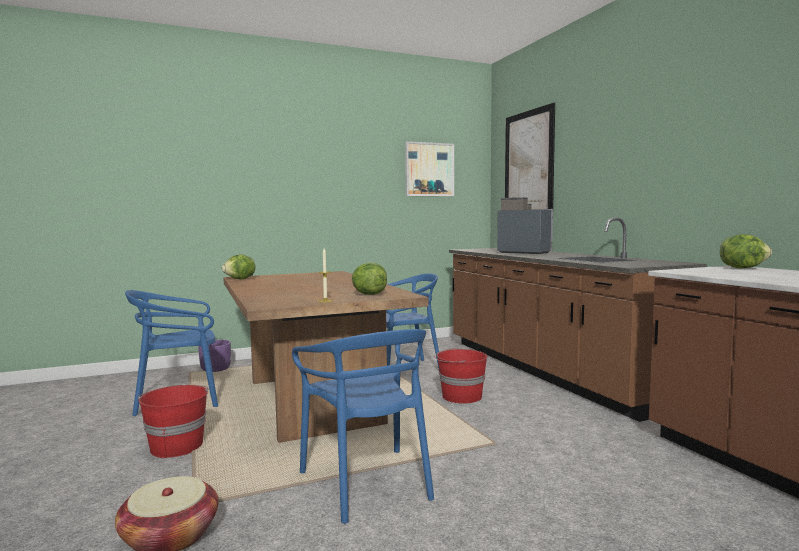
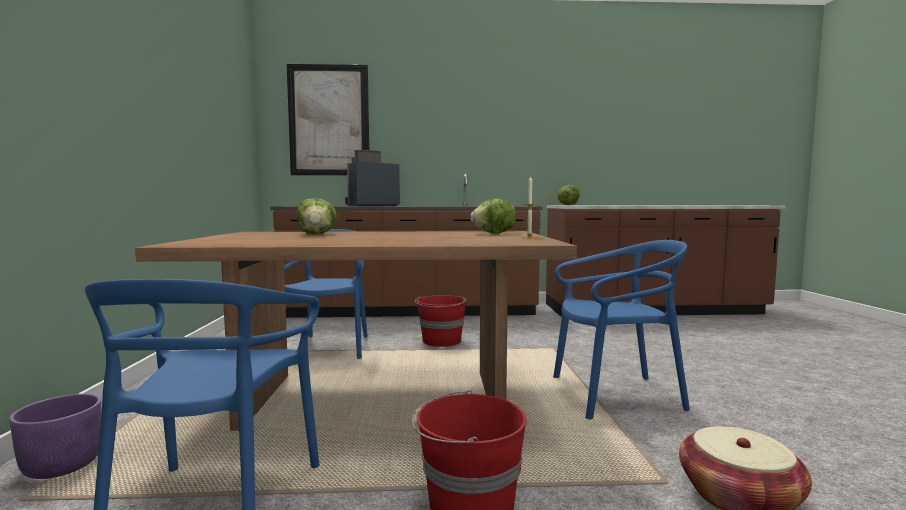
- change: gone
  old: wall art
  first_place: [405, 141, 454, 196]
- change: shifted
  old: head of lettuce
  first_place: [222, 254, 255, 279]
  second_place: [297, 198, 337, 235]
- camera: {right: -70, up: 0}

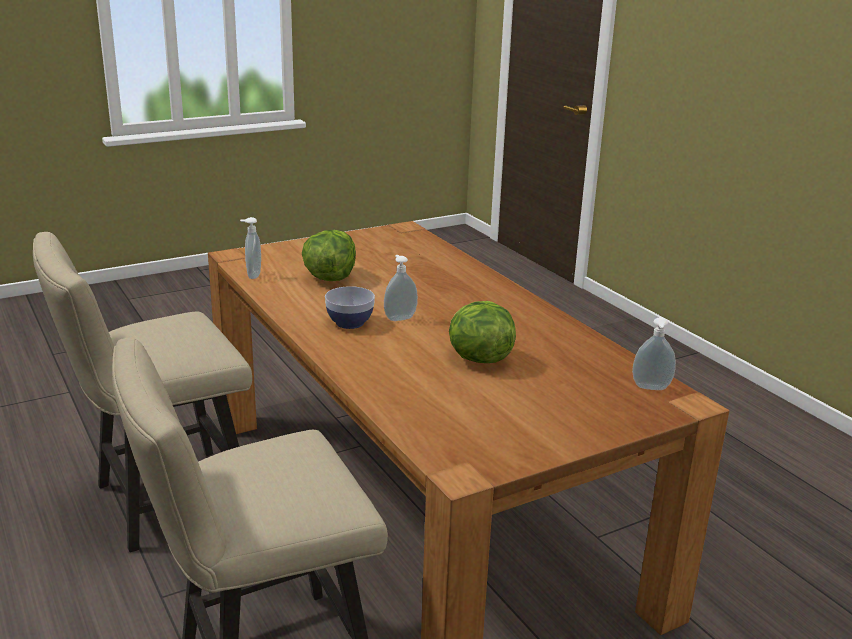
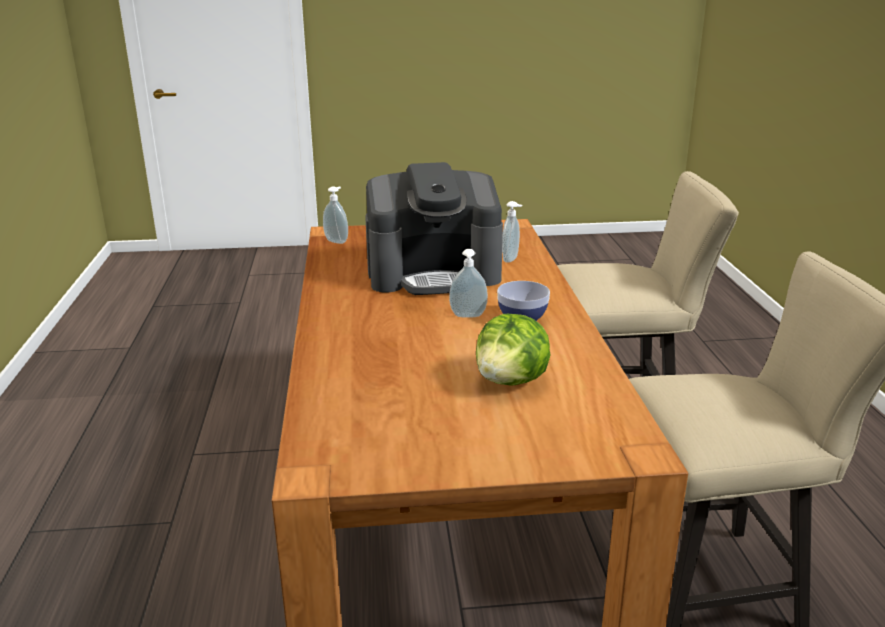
- change: shifted
  old: soap bottle
  first_place: [240, 217, 261, 279]
  second_place: [502, 201, 523, 263]
- change: swapped
  old: head of lettuce
  new: coffee machine
  first_place: [449, 301, 516, 363]
  second_place: [365, 162, 503, 295]
- camera: {right: -155, up: 0}

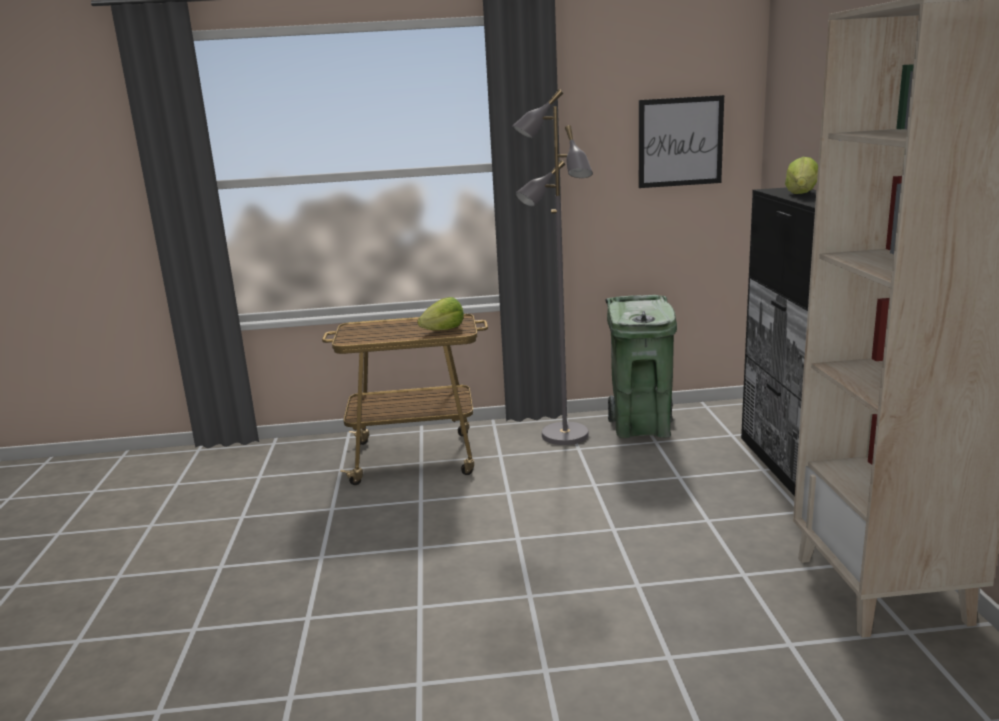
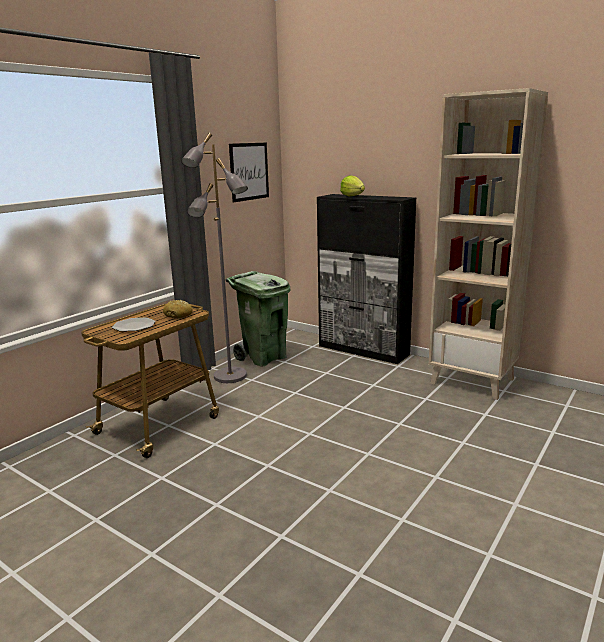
- change: swapped
  old: head of lettuce
  new: baked bread
  first_place: [417, 297, 464, 330]
  second_place: [163, 300, 193, 318]
- change: new
  new: dinner plate
  second_place: [112, 318, 156, 332]
- camera: {right: -50, up: 0}

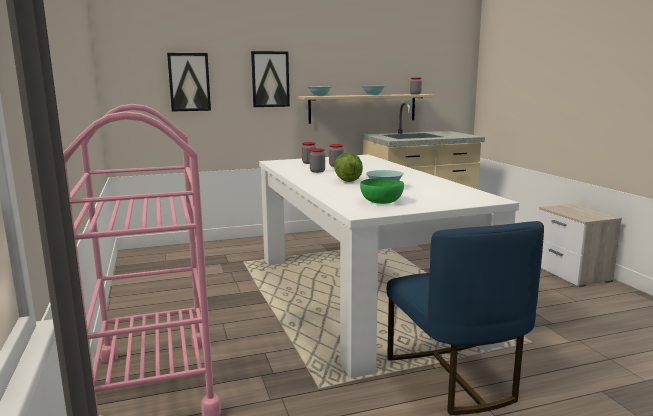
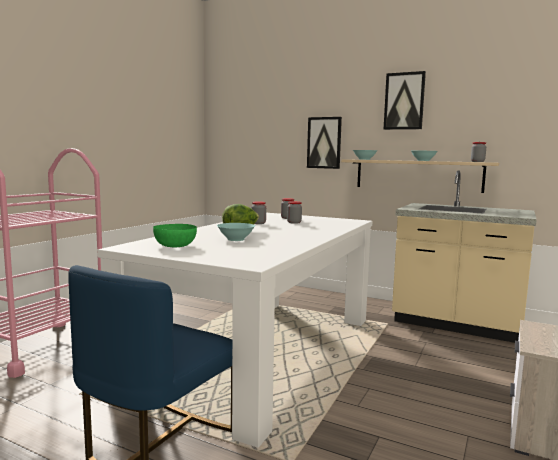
- change: shifted
  old: wall art
  first_place: [167, 53, 211, 112]
  second_place: [384, 71, 426, 130]
- camera: {right: 45, up: -5}

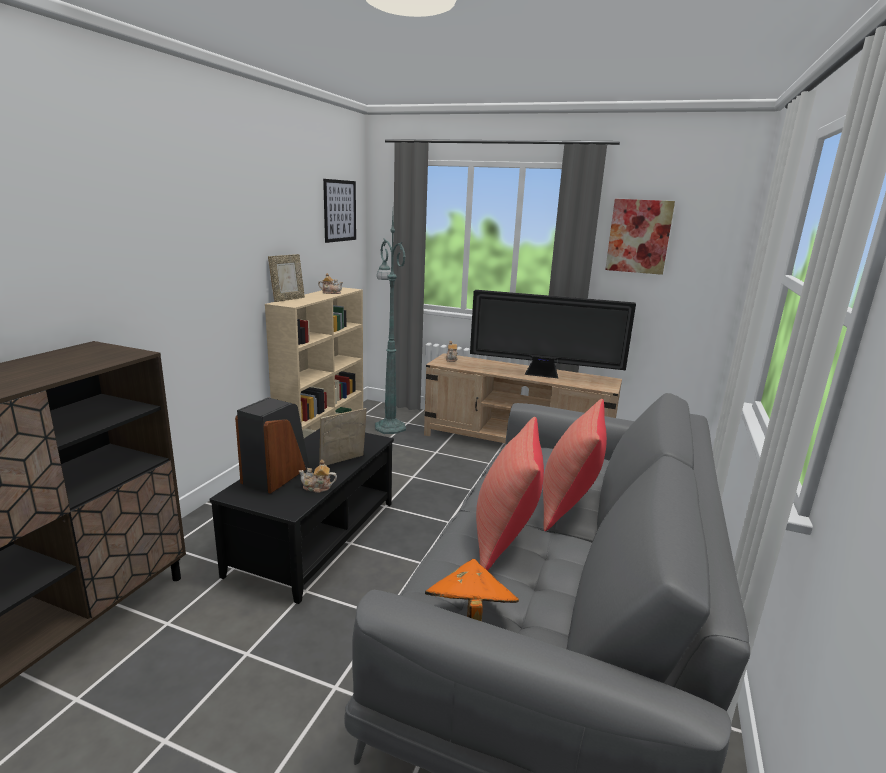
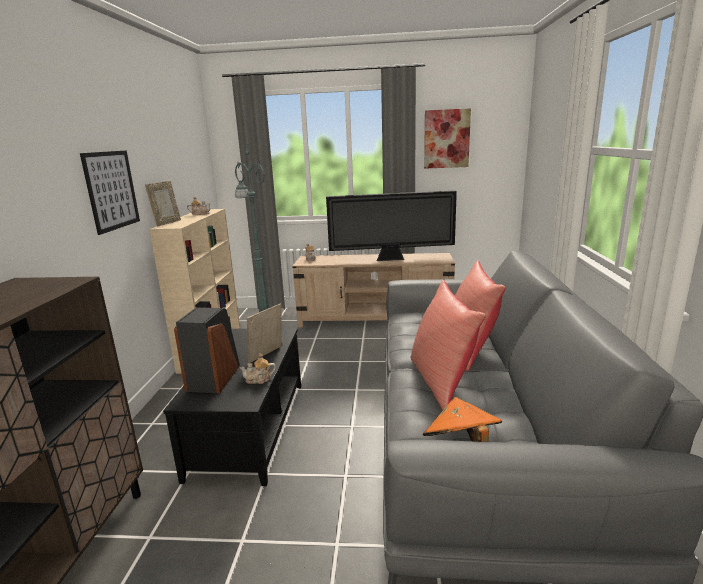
- change: shifted
  old: wall art
  first_place: [323, 179, 356, 243]
  second_place: [80, 150, 140, 235]
- camera: {right: -15, up: 0}

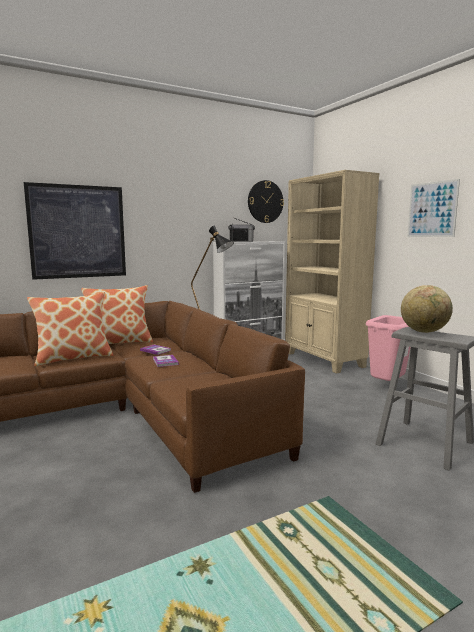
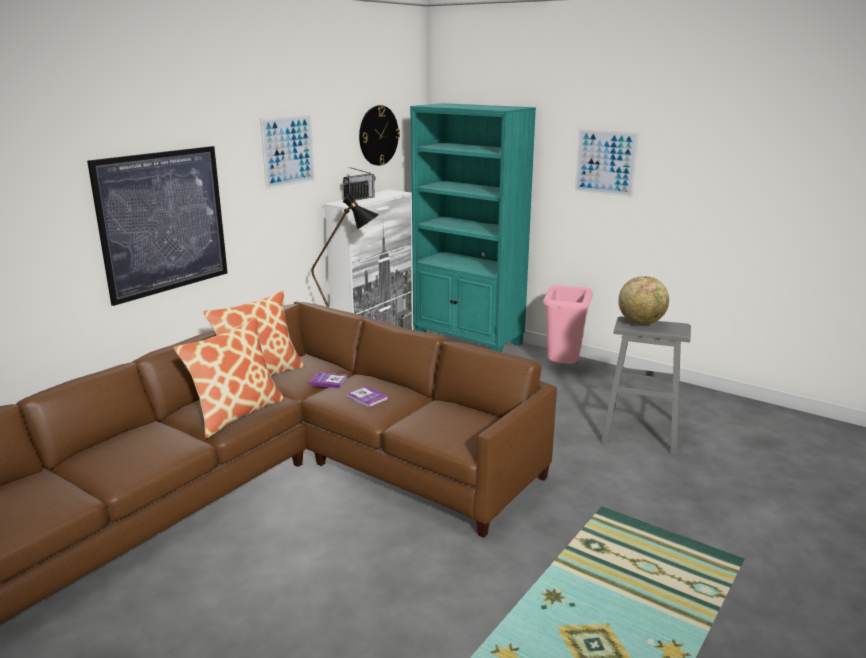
- change: repainted
  old: shelving unit in beige
  new: shelving unit in blue-green
  first_place: [285, 170, 380, 374]
  second_place: [410, 103, 536, 352]
- change: new
  new: wall art
  second_place: [260, 114, 315, 189]
- camera: {right: -25, up: 10}

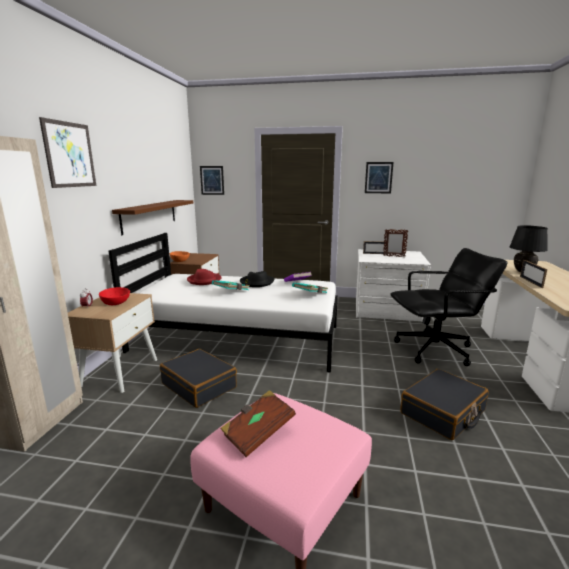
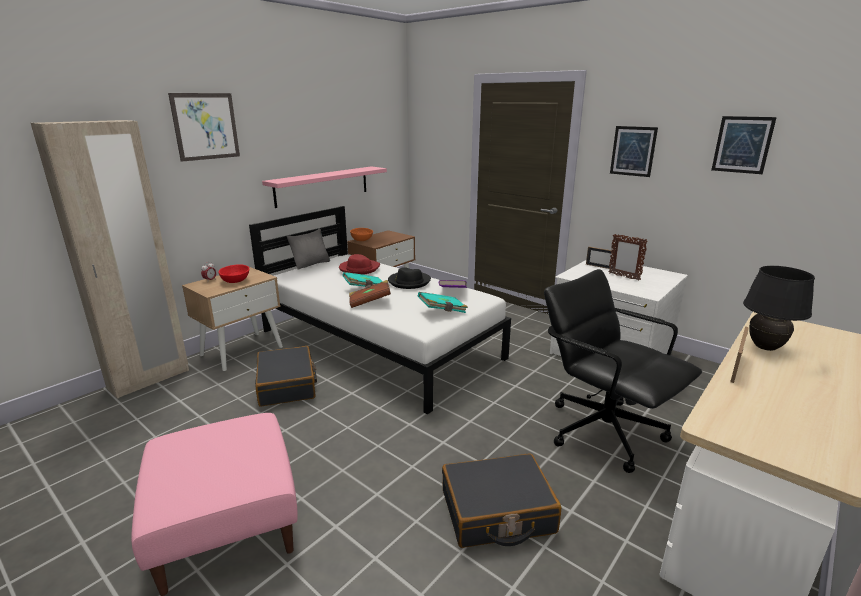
- change: shifted
  old: wall art
  first_place: [200, 166, 224, 195]
  second_place: [711, 116, 777, 174]
- change: repainted
  old: shelf in brownish
  new: shelf in pinkish
  first_place: [112, 200, 193, 235]
  second_place: [262, 166, 387, 208]
- change: rotated
  old: office chair in black-coloured
  first_place: [391, 248, 508, 366]
  second_place: [544, 269, 702, 473]
  degrees: -150
- change: shifted
  old: bound book in brownish
  first_place: [221, 390, 296, 457]
  second_place: [349, 280, 391, 308]
- change: new
  new: throw pillow in grey
  second_place: [287, 228, 330, 270]
- camera: {right: 30, up: 5}

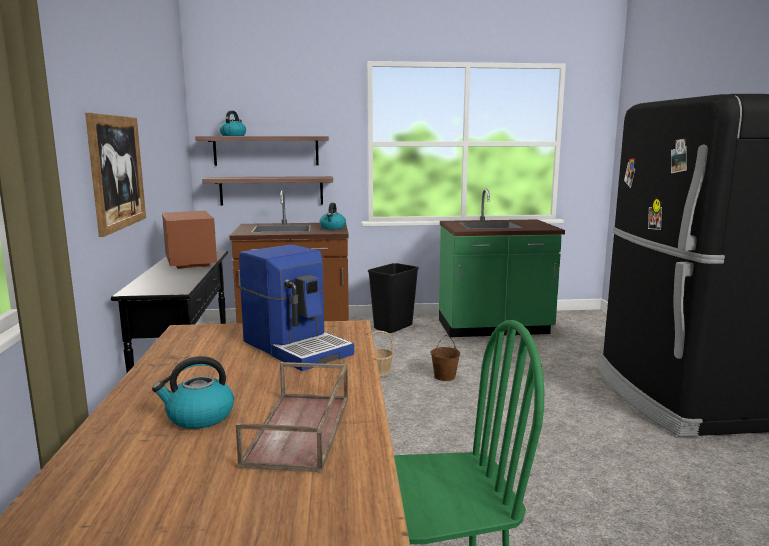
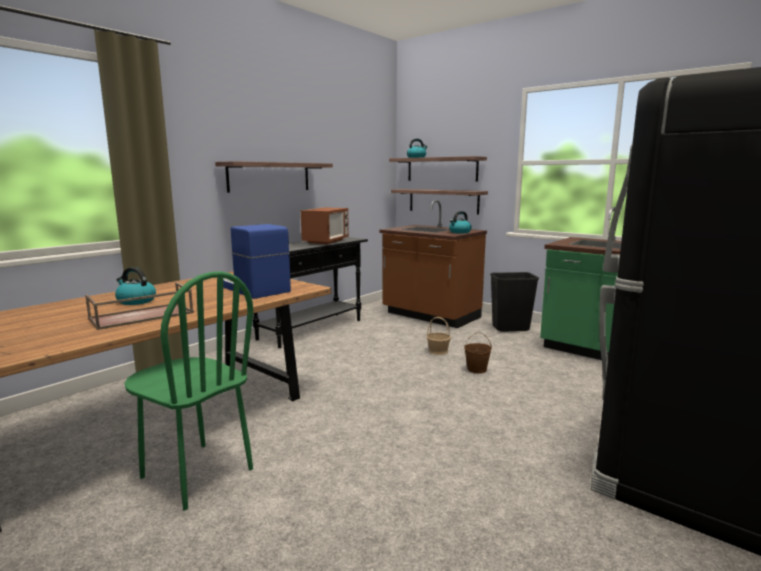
- change: swapped
  old: wall art
  new: shelf
  first_place: [85, 113, 146, 237]
  second_place: [215, 161, 333, 193]
- change: rotated
  old: coffee machine
  first_place: [239, 245, 354, 371]
  second_place: [223, 224, 291, 299]
  degrees: 135
- camera: {right: 45, up: 0}

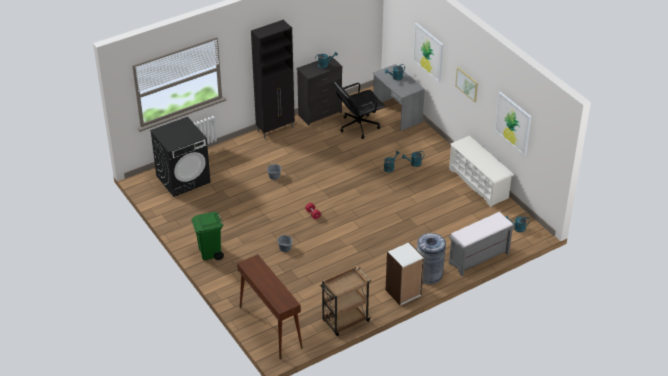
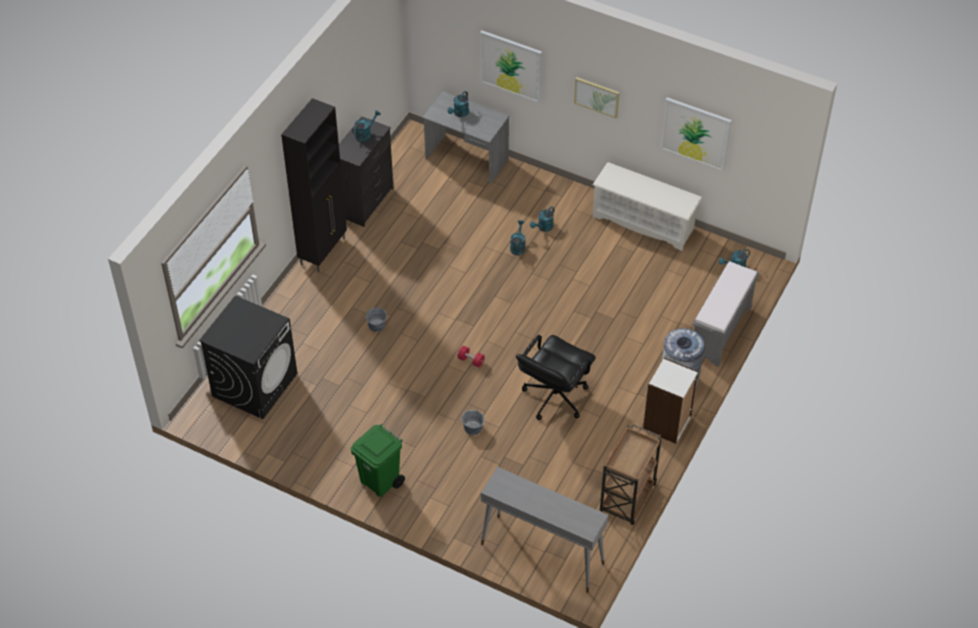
- change: shifted
  old: office chair in black-coloured
  first_place: [334, 81, 385, 139]
  second_place: [516, 335, 596, 420]
- change: repainted
  old: console table in brownish
  new: console table in grey
  first_place: [237, 254, 303, 359]
  second_place: [481, 467, 608, 593]
- camera: {right: -30, up: 10}

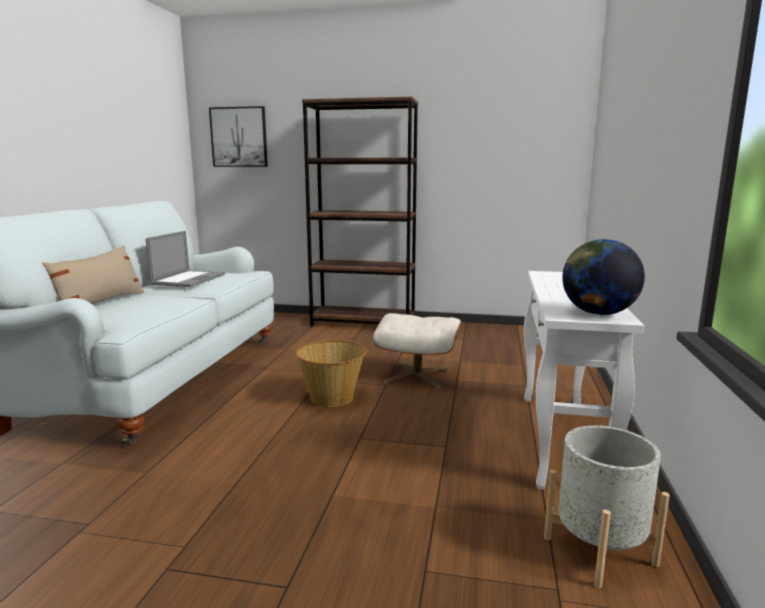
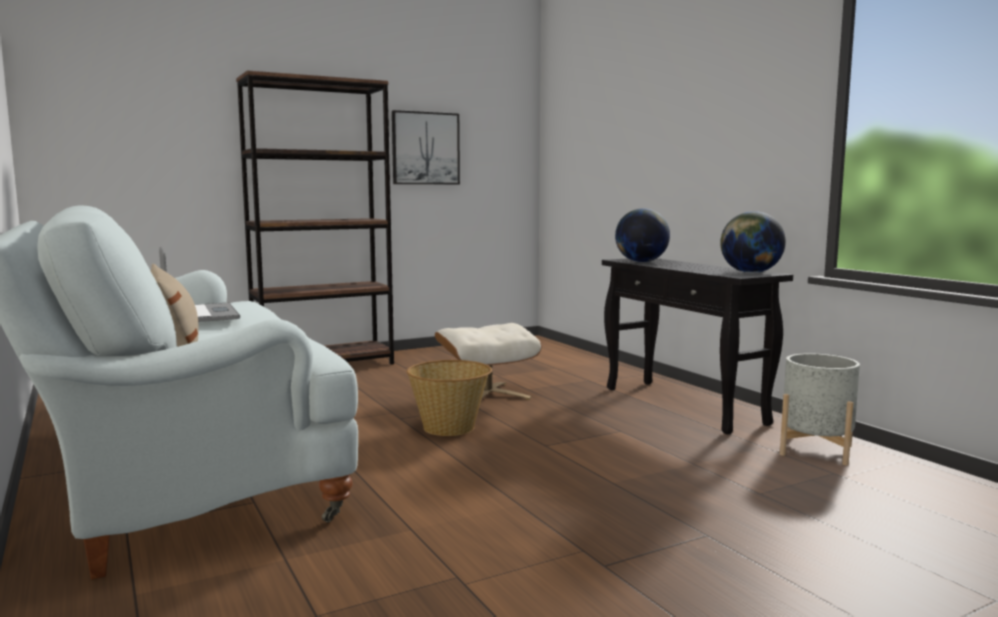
- change: shifted
  old: wall art
  first_place: [209, 106, 268, 167]
  second_place: [392, 110, 460, 184]
- change: repainted
  old: console table in white-coloured
  new: console table in black-coloured
  first_place: [524, 271, 644, 490]
  second_place: [602, 258, 793, 434]
- change: new
  new: desk globe
  second_place: [615, 208, 670, 262]
- camera: {right: -40, up: -5}

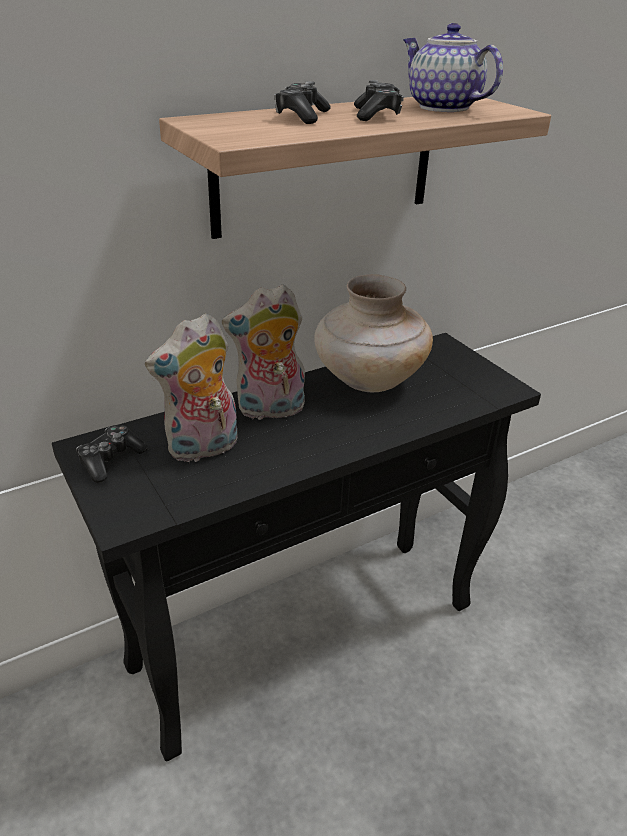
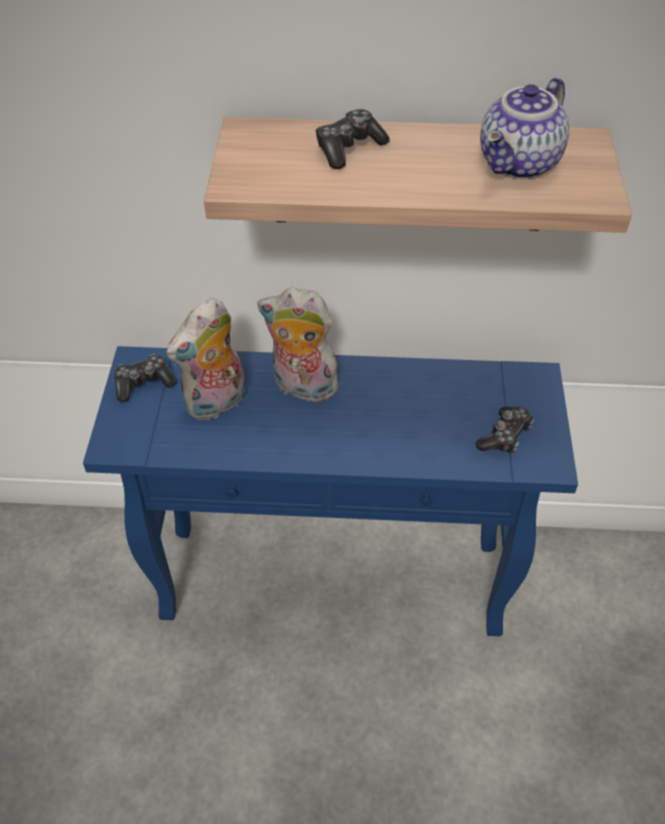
- change: rotated
  old: pot for tea
  first_place: [403, 23, 503, 112]
  second_place: [480, 77, 569, 179]
  degrees: -135
- change: shifted
  old: game controller
  first_place: [354, 80, 404, 121]
  second_place: [475, 407, 534, 453]
- change: gone
  old: vase in beige
  first_place: [314, 274, 433, 392]
- change: rotated
  old: cuddly toy
  first_place: [145, 313, 237, 462]
  second_place: [166, 298, 246, 420]
  degrees: -45
- change: repainted
  old: console table in black-coloured
  new: console table in bluish
  first_place: [52, 333, 541, 761]
  second_place: [83, 346, 578, 636]
- camera: {right: 35, up: 15}

